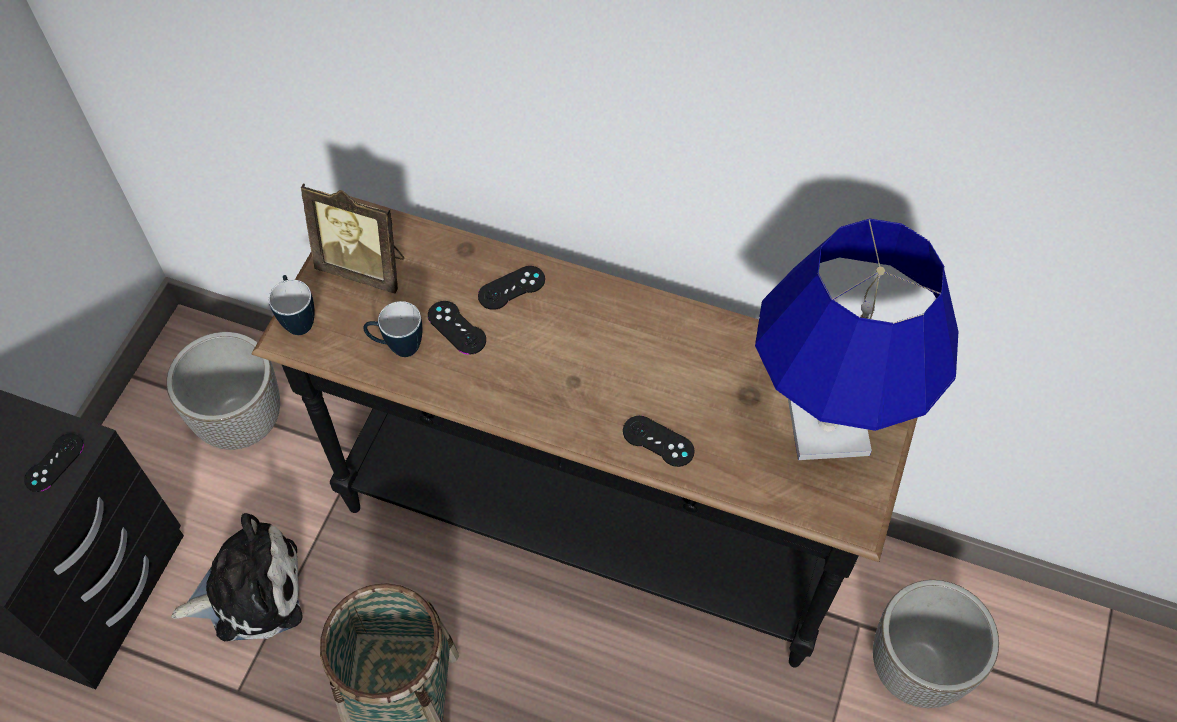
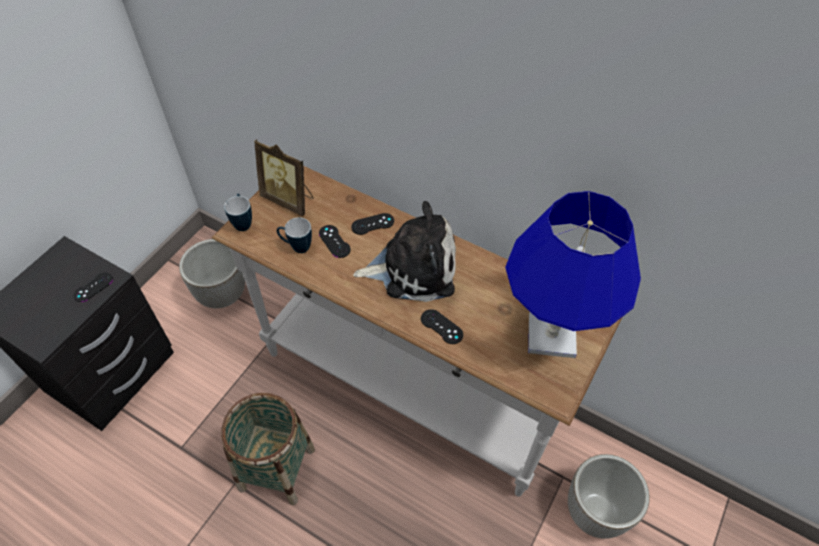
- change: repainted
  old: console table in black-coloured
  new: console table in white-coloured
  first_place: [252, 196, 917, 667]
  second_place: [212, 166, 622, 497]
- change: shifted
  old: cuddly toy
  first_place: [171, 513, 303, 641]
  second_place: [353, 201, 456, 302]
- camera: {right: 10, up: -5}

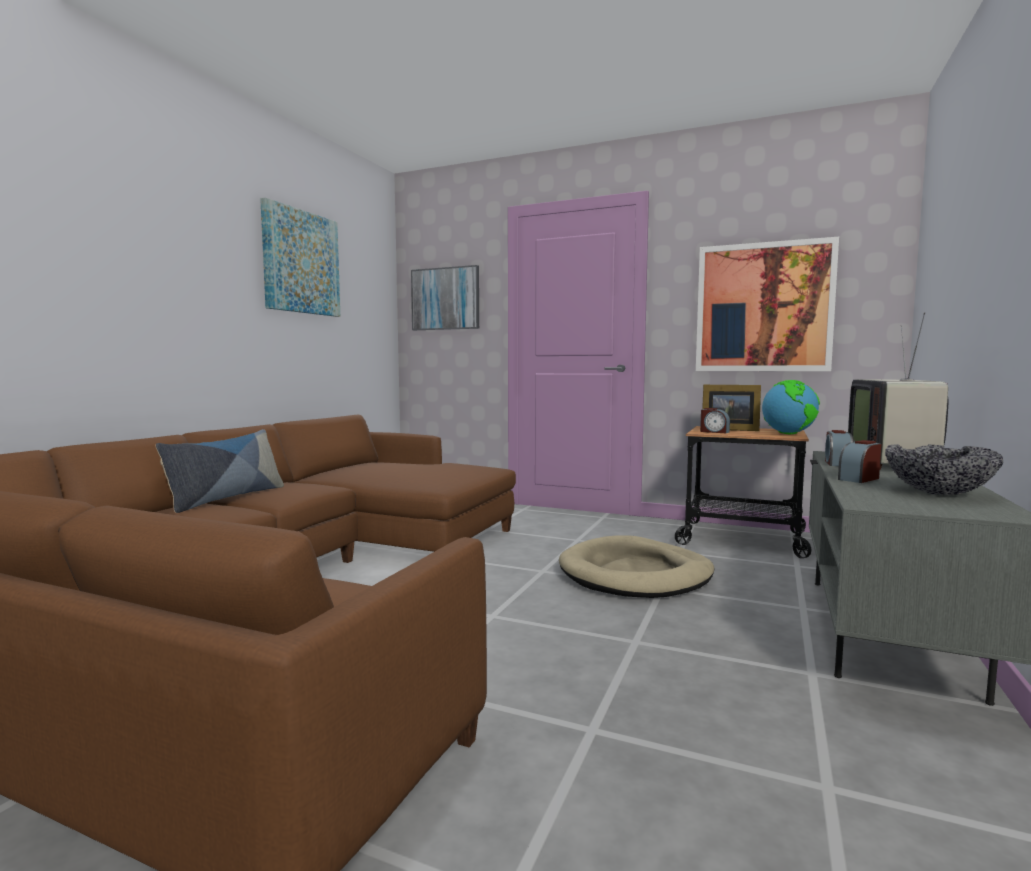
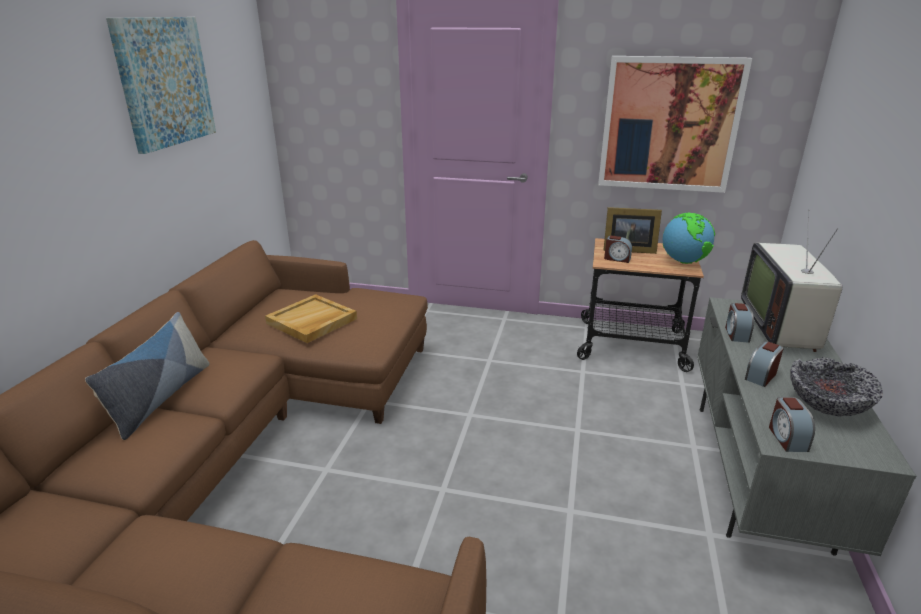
- change: gone
  old: wall art
  first_place: [411, 265, 479, 330]
- change: gone
  old: pet bed in beige
  first_place: [559, 536, 714, 598]
- change: new
  new: carrying tray in beige
  second_place: [265, 294, 357, 343]
- change: new
  new: alarm clock
  second_place: [769, 397, 815, 452]
- camera: {right: -10, up: 20}

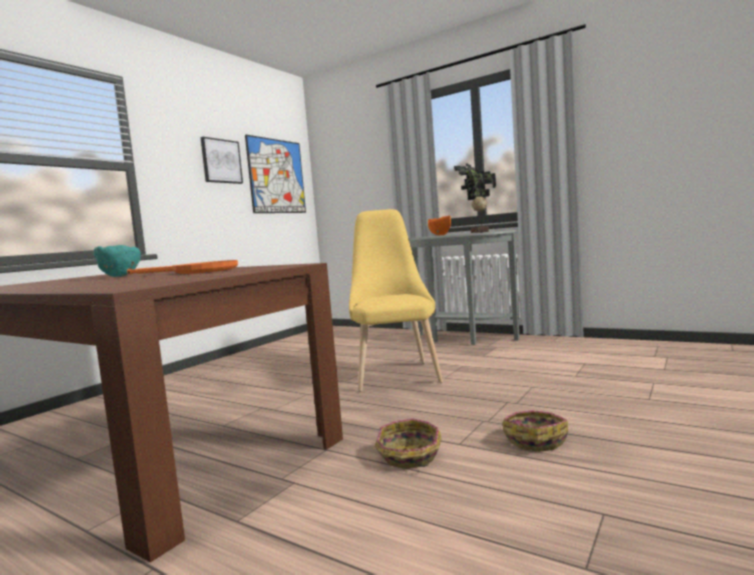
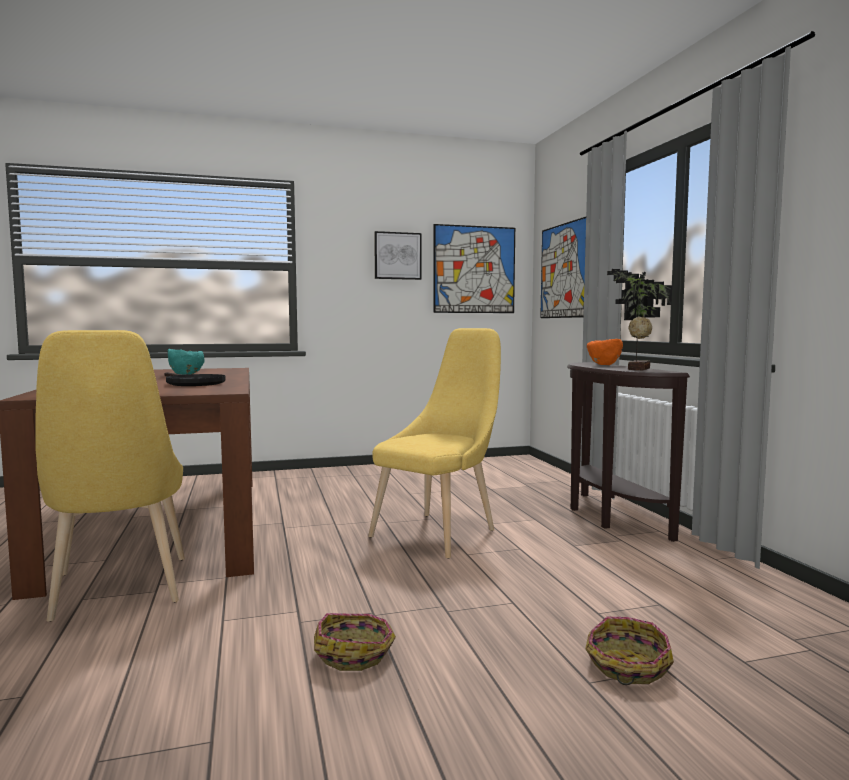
- change: repainted
  old: console table in grey
  new: console table in brownish
  first_place: [409, 230, 520, 345]
  second_place: [567, 362, 690, 542]
- change: repainted
  old: skillet in orange
  new: skillet in black-coloured
  first_place: [127, 260, 238, 274]
  second_place: [165, 372, 226, 386]
- change: shifted
  old: basket
  first_place: [375, 419, 442, 469]
  second_place: [585, 617, 674, 685]
- change: new
  new: wall art
  second_place: [540, 217, 586, 318]
- change: new
  new: upright chair in yellow
  second_place: [35, 330, 185, 622]
- camera: {right: 40, up: 0}

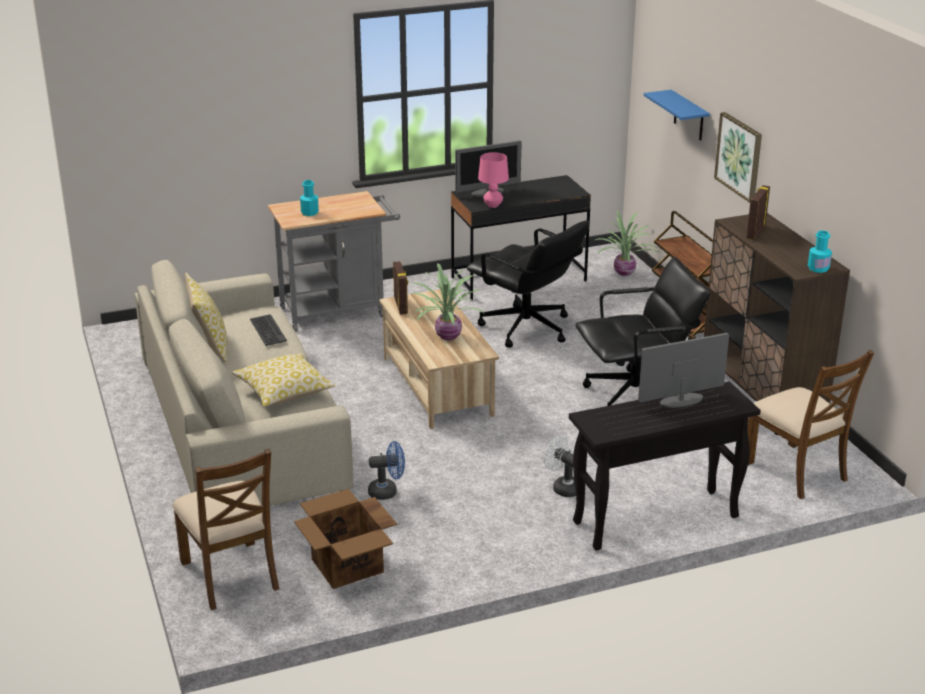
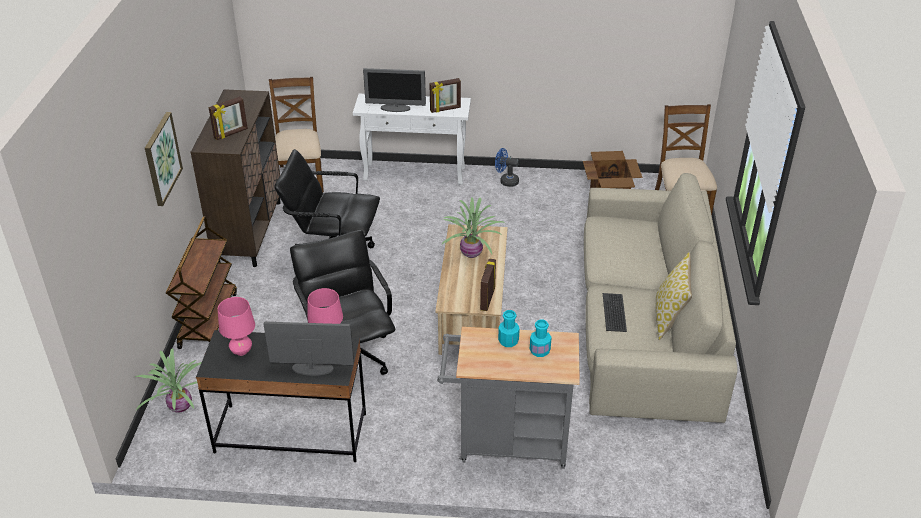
- change: gone
  old: shelf in bluish
  first_place: [644, 90, 710, 141]
- change: shifted
  old: bottle in blue-green
  first_place: [808, 230, 832, 273]
  second_place: [498, 310, 520, 347]
- change: gone
  old: throw pillow
  first_place: [232, 353, 335, 407]
- change: repainted
  old: console table in black-coloured
  new: console table in white-coloured
  first_place: [569, 382, 761, 551]
  second_place: [353, 94, 471, 185]
- change: gone
  old: cooling fan in white-coloured
  first_place: [544, 435, 576, 497]
- change: shifted
  old: cooling fan in bluish
  first_place: [368, 441, 405, 500]
  second_place: [495, 148, 519, 187]
- change: new
  new: photo frame
  second_place: [429, 78, 461, 113]
- change: new
  new: tabletop lamp in pinkish
  second_place: [218, 297, 255, 356]
- camera: {right: -155, up: 10}

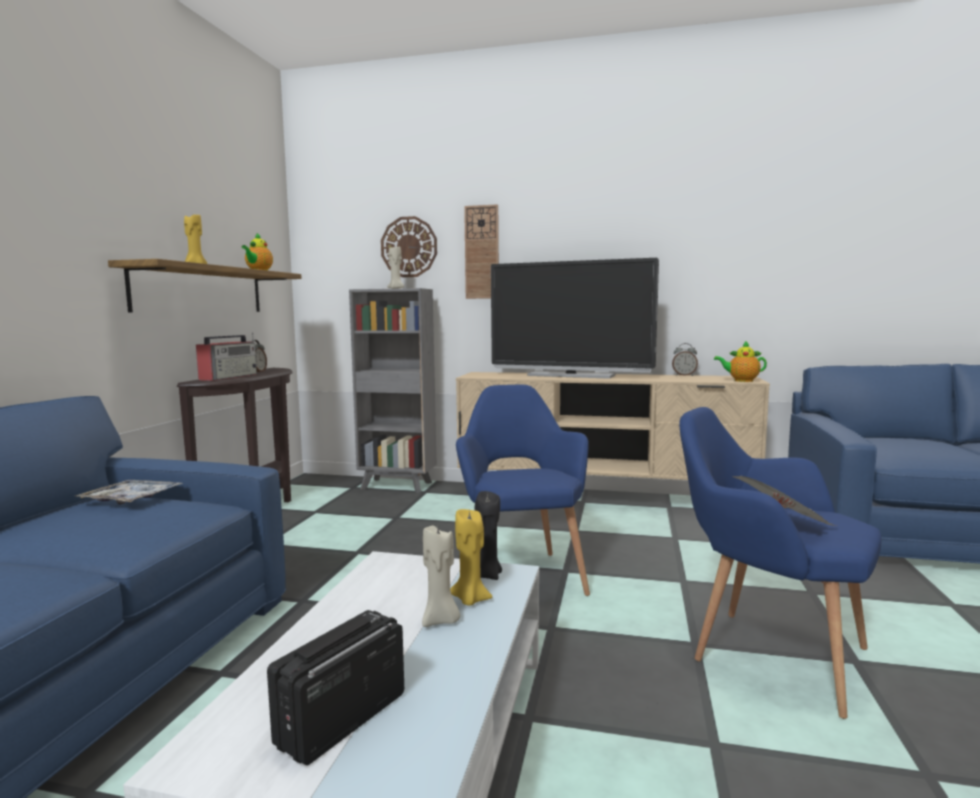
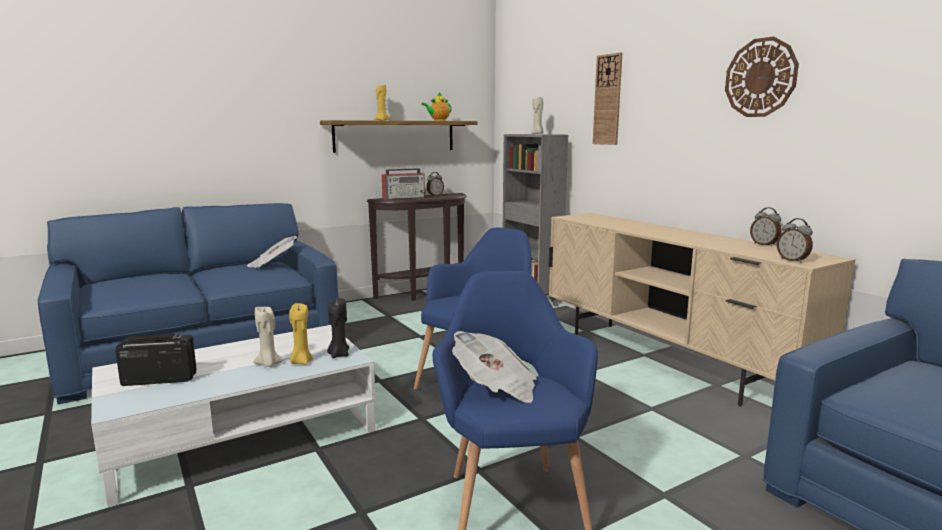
- change: shifted
  old: clock on the wall
  first_place: [381, 216, 437, 277]
  second_place: [725, 36, 799, 117]
- change: gone
  old: TV
  first_place: [491, 258, 659, 379]
- change: swapped
  old: pot for tea
  new: alarm clock
  first_place: [714, 341, 767, 382]
  second_place: [777, 218, 813, 263]
- change: swapped
  old: carrying tray
  new: newspaper
  first_place: [76, 480, 183, 505]
  second_place: [247, 236, 297, 268]
- camera: {right: 45, up: 5}

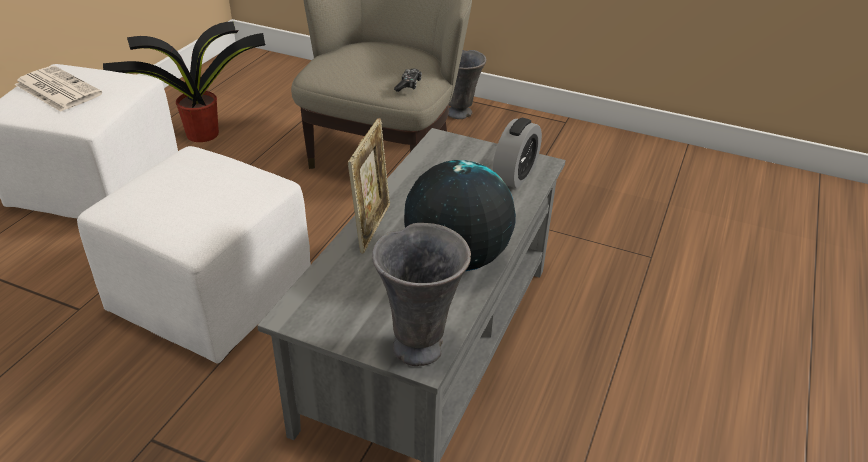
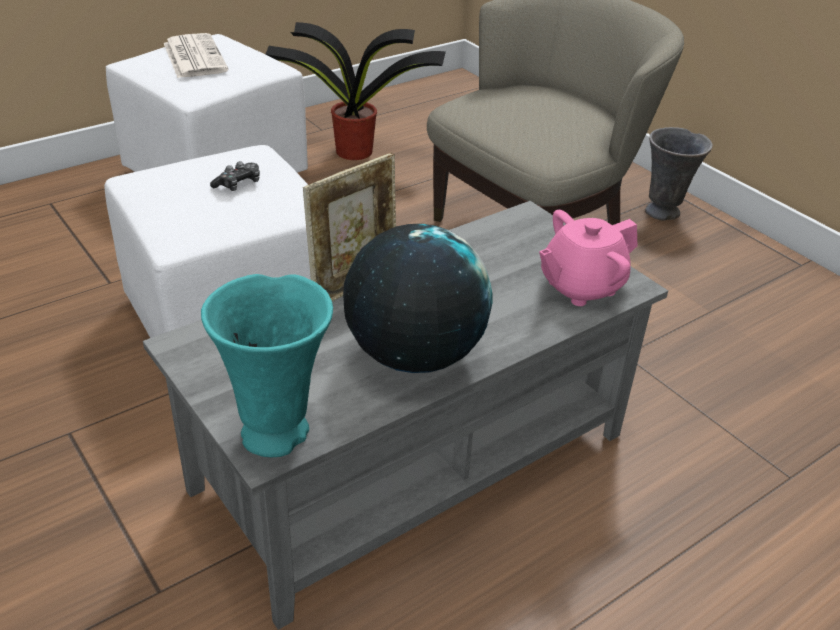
- change: shifted
  old: game controller
  first_place: [394, 69, 422, 92]
  second_place: [210, 161, 260, 191]
- change: swapped
  old: alarm clock
  new: pot for tea in pinkish
  first_place: [493, 118, 542, 189]
  second_place: [539, 210, 638, 306]
- change: repainted
  old: vase in grey
  new: vase in blue-green
  first_place: [372, 223, 471, 366]
  second_place: [201, 274, 333, 457]
- camera: {right: 30, up: 0}

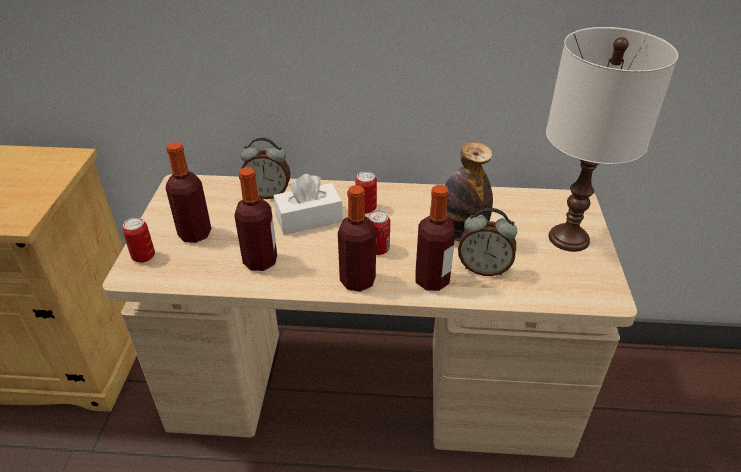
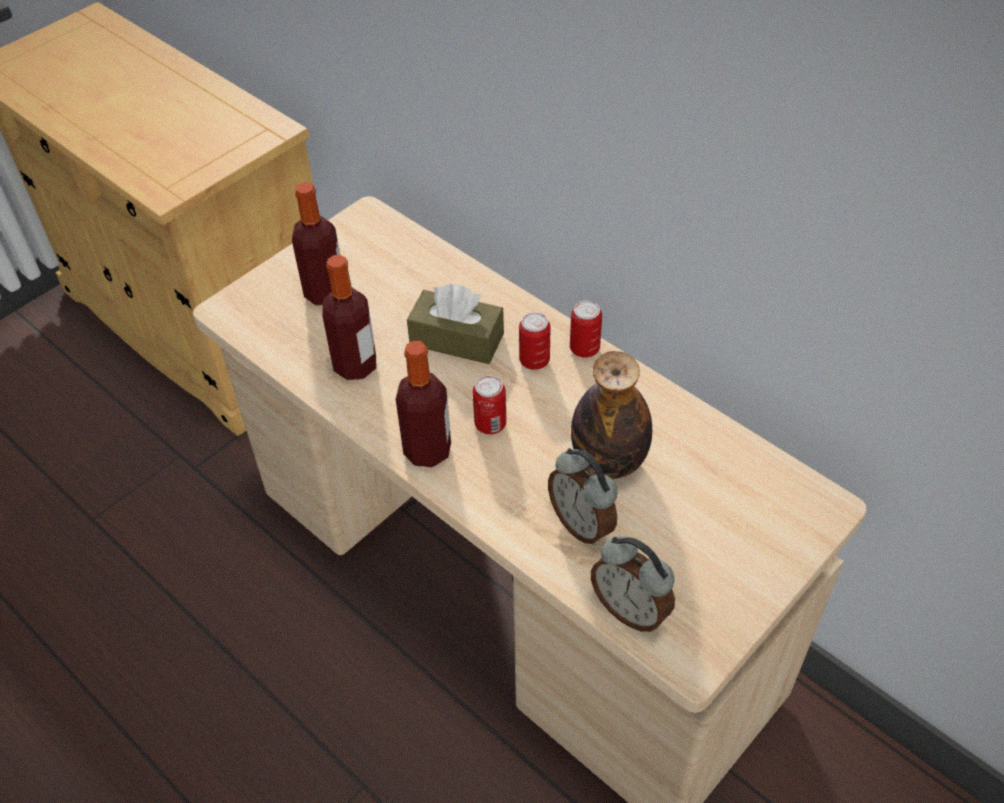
- change: gone
  old: tabletop lamp in white-coloured
  first_place: [546, 27, 678, 252]
- change: shifted
  old: alarm clock
  first_place: [241, 138, 291, 199]
  second_place: [591, 536, 675, 632]
- change: repainted
  old: box of tissues in white-coloured
  new: box of tissues in brownish
  first_place: [273, 174, 343, 235]
  second_place: [407, 284, 504, 364]
- change: gone
  old: bottle
  first_place: [415, 185, 455, 291]
- change: shifted
  old: metal can
  first_place: [122, 217, 155, 263]
  second_place: [570, 300, 602, 358]
- camera: {right: 40, up: 10}

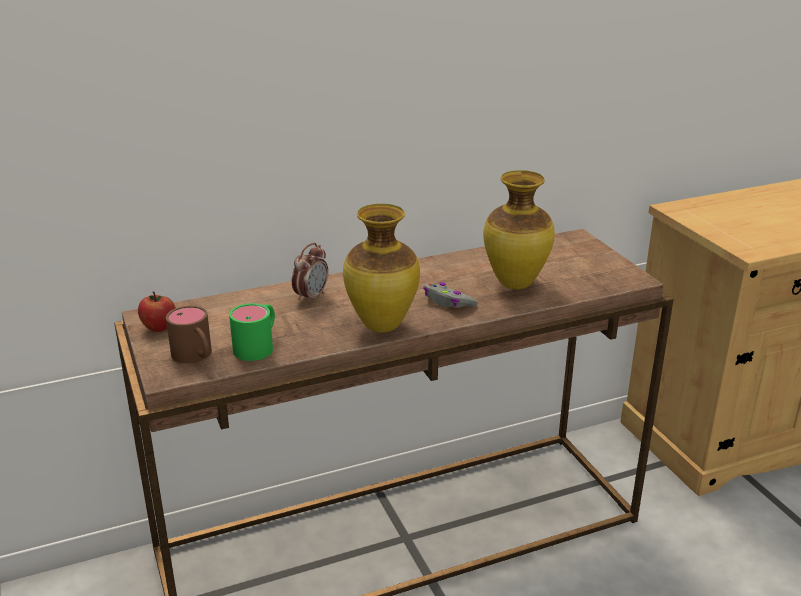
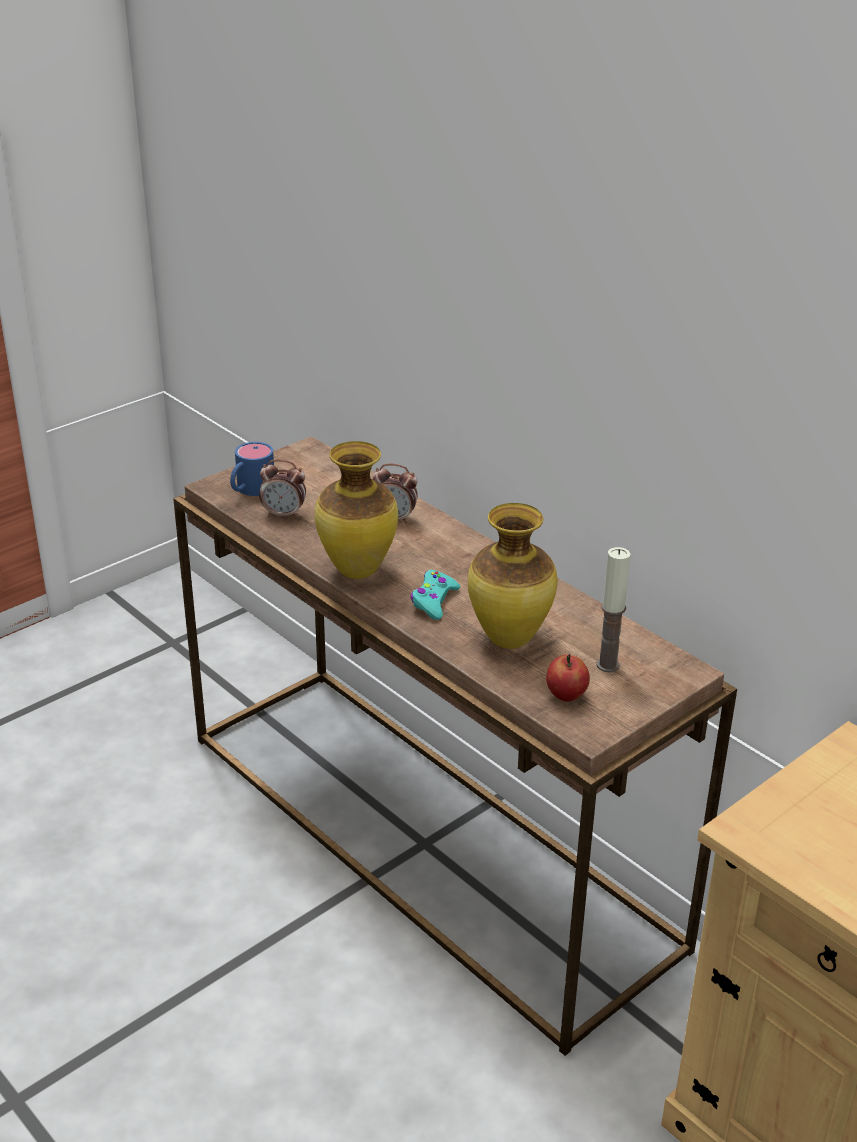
- change: repainted
  old: game controller in grey
  new: game controller in blue-green
  first_place: [423, 282, 478, 308]
  second_place: [410, 570, 460, 620]
- change: shifted
  old: apple
  first_place: [138, 291, 175, 332]
  second_place: [546, 654, 590, 701]
- change: swapped
  old: tea mug in green
  new: alarm clock
  first_place: [229, 303, 275, 361]
  second_place: [259, 459, 306, 519]
- change: repainted
  old: tea mug in brownish
  new: tea mug in bluish
  first_place: [166, 305, 212, 363]
  second_place: [230, 442, 274, 496]
- change: new
  new: wax candle
  second_place: [597, 547, 630, 672]
- camera: {right: 70, up: 5}

